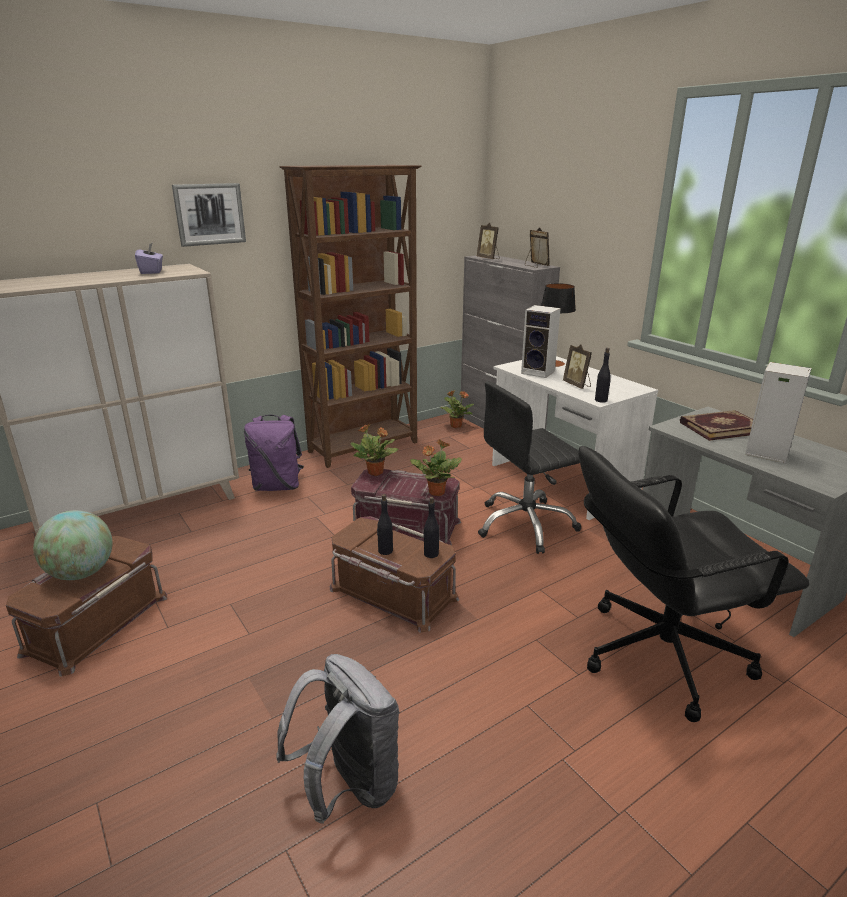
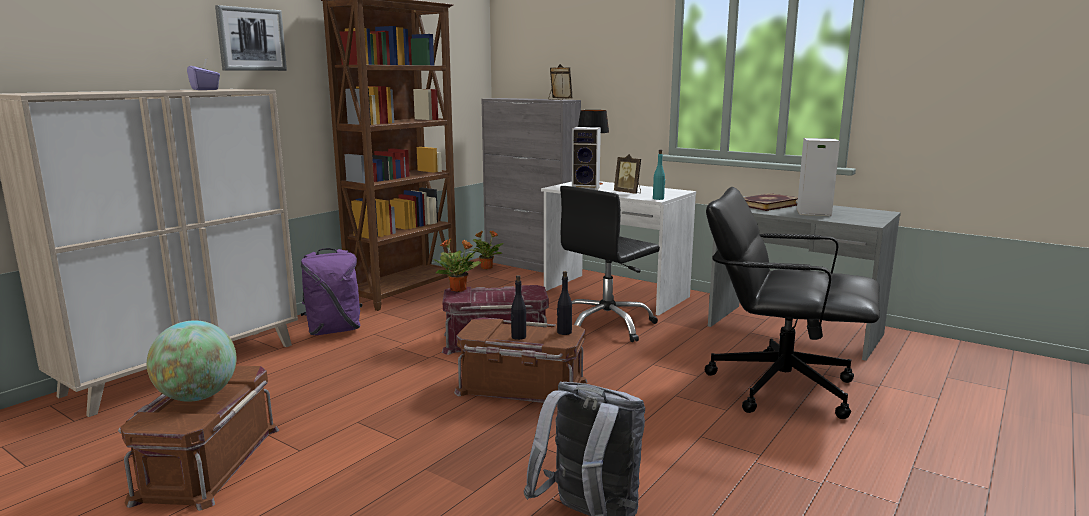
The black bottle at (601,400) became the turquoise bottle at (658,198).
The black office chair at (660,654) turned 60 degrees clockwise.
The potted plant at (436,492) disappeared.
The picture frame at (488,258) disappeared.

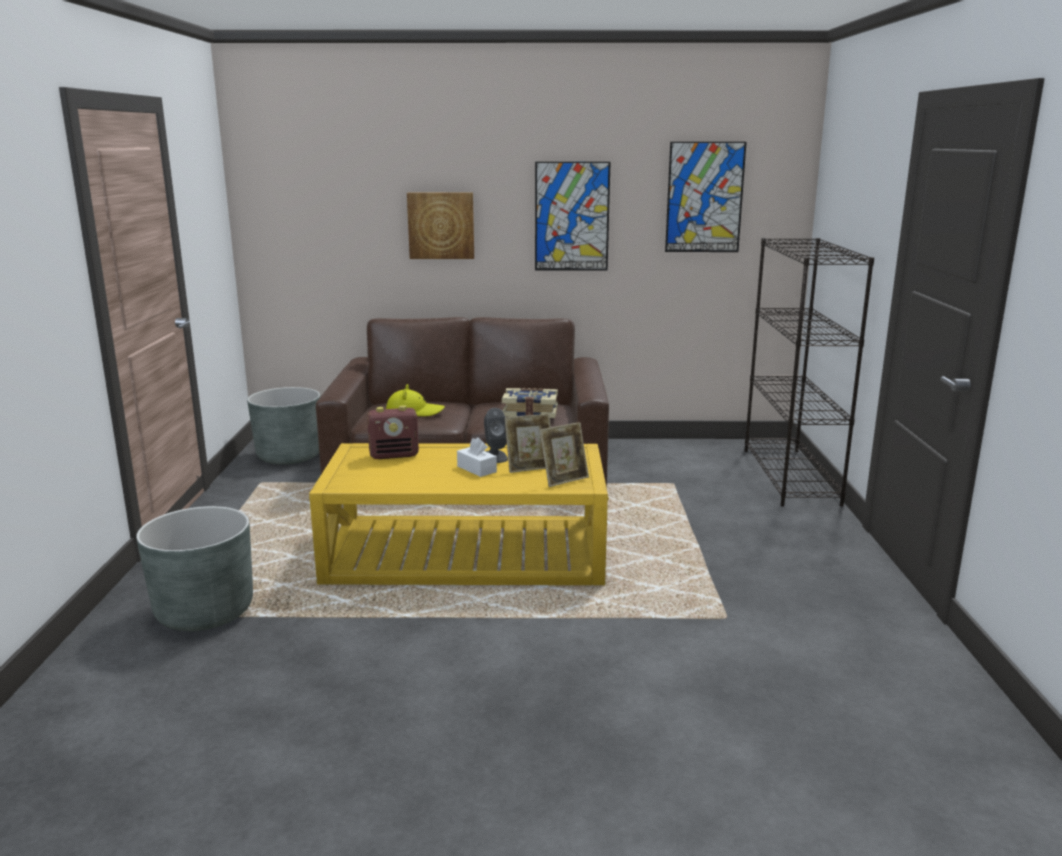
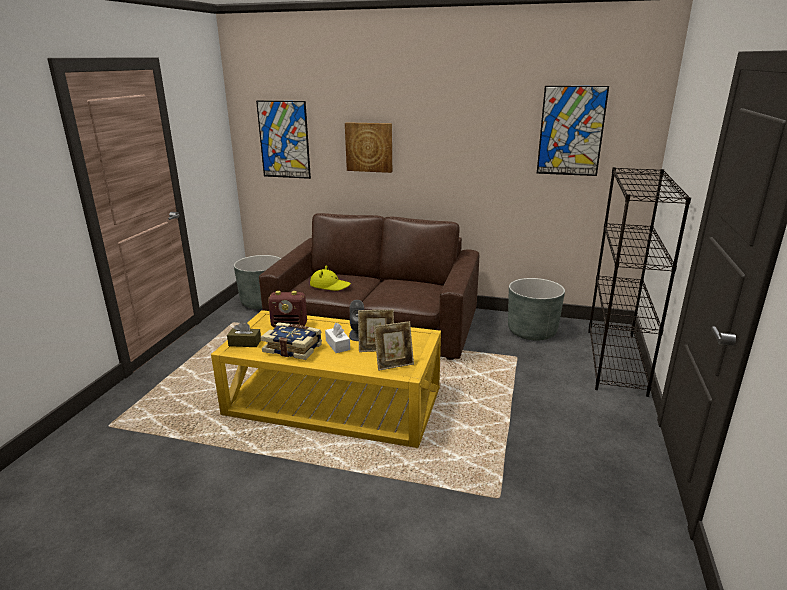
The brown tissue box at (245,343) appeared.
The picture moved from (571,216) to (284,140).
The book moved from (530,412) to (293,348).
The grey planter moved from (205,611) to (532,331).

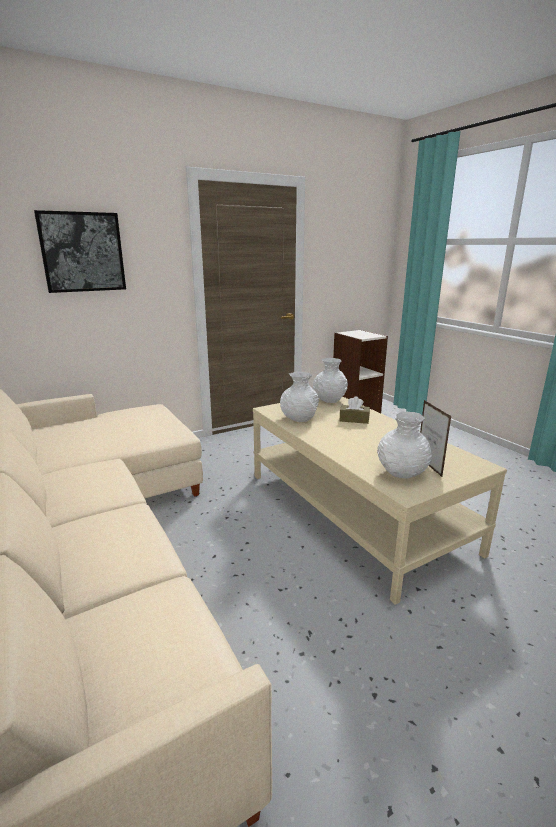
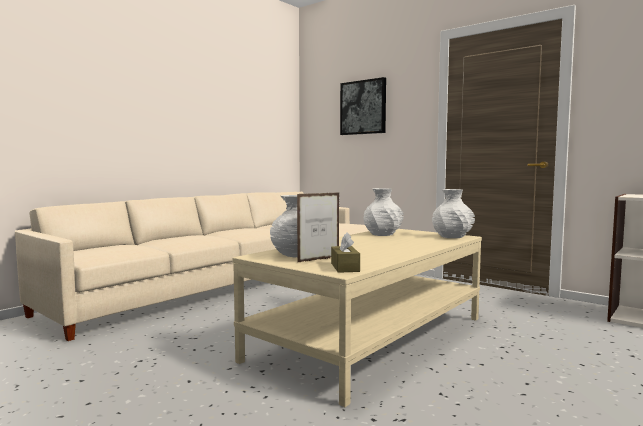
The brown tissue box moved from (354,419) to (345,267).

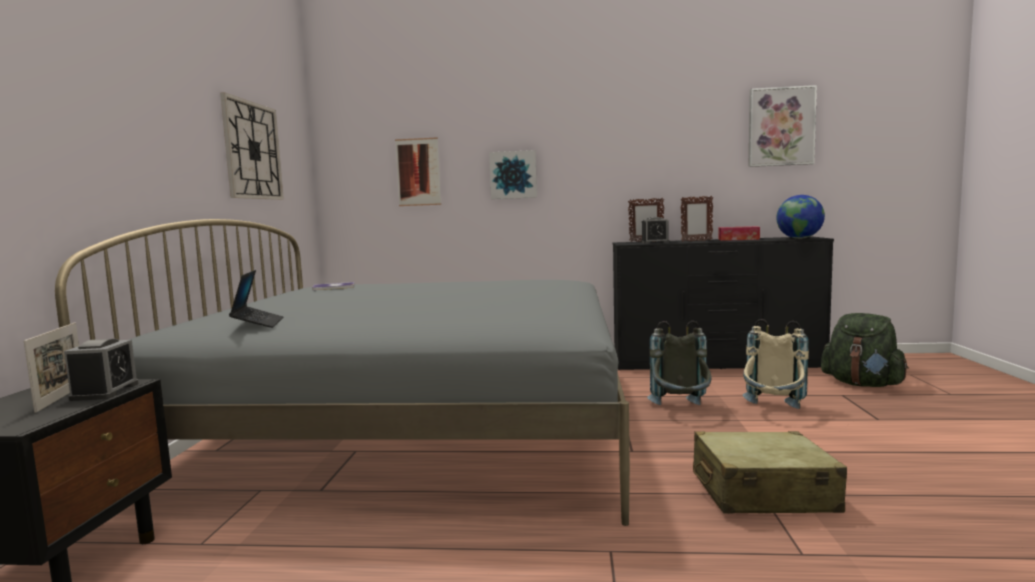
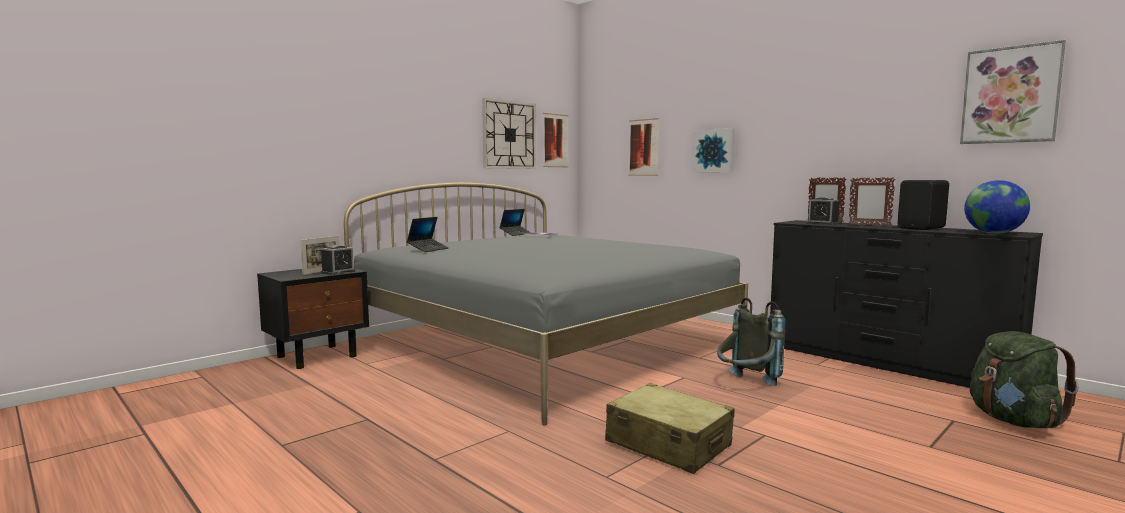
The laptop at (516,234) appeared.
The picture at (555,140) appeared.
The tissue box at (738,239) was replaced by the black speaker at (923,228).
The beige backpack at (773,411) disappeared.

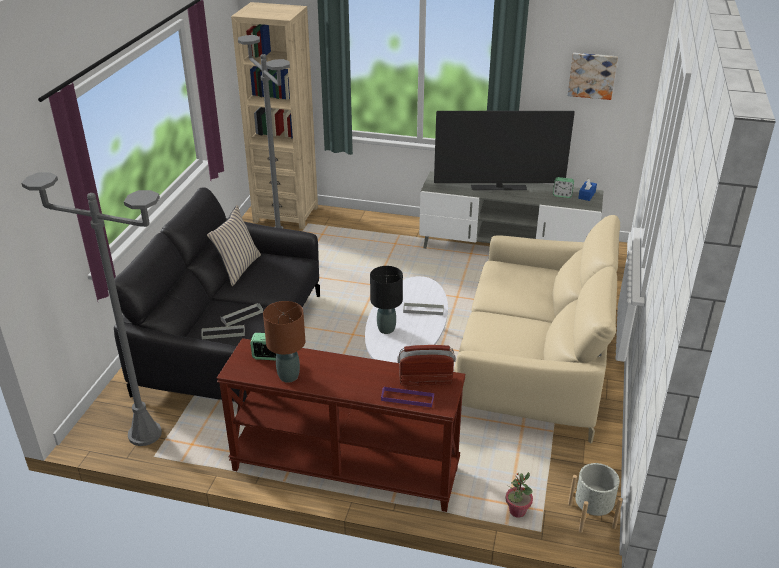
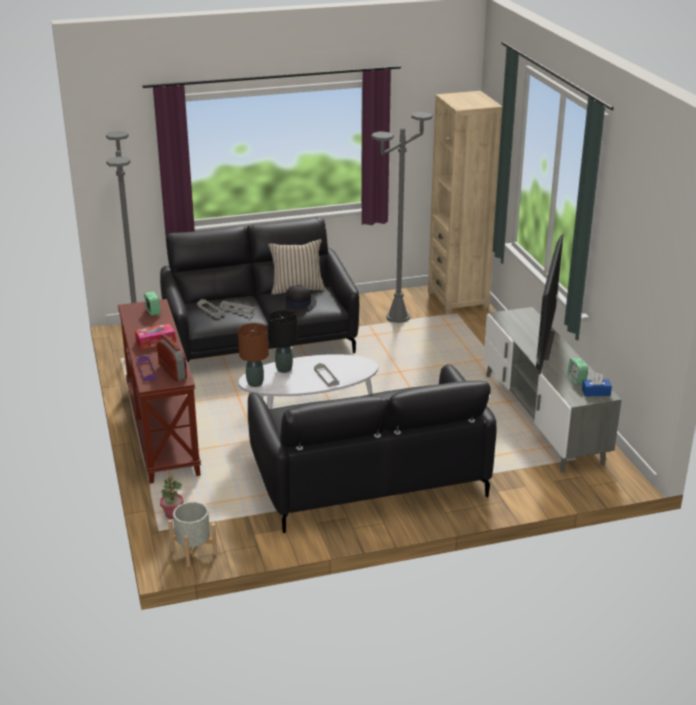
The tissue box at (155,341) appeared.
The brown table lamp moved from (288,376) to (255,383).
The beige sofa at (532,362) became the black sofa at (368,477).
The black hat at (298,302) appeared.
The television at (498,188) turned 135 degrees counterclockwise.
The picture at (592,75) disappeared.

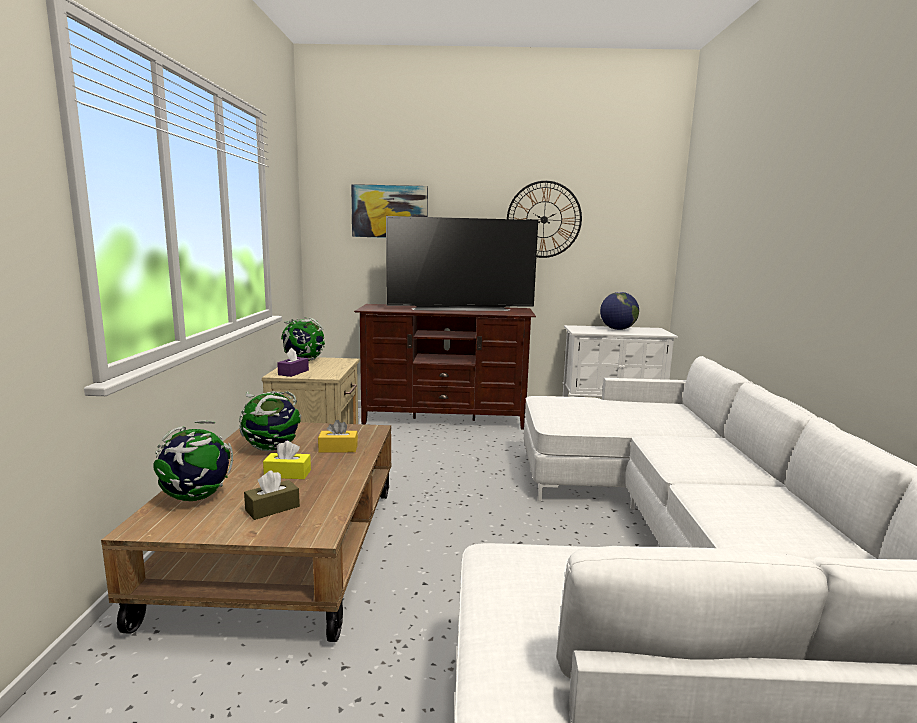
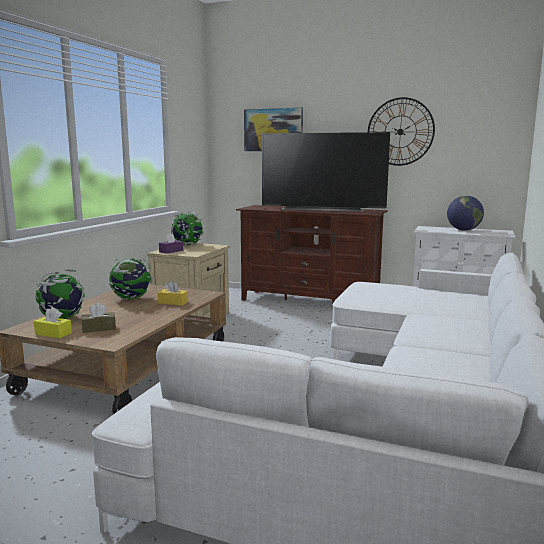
The yellow tissue box moved from (287,474) to (53,333).

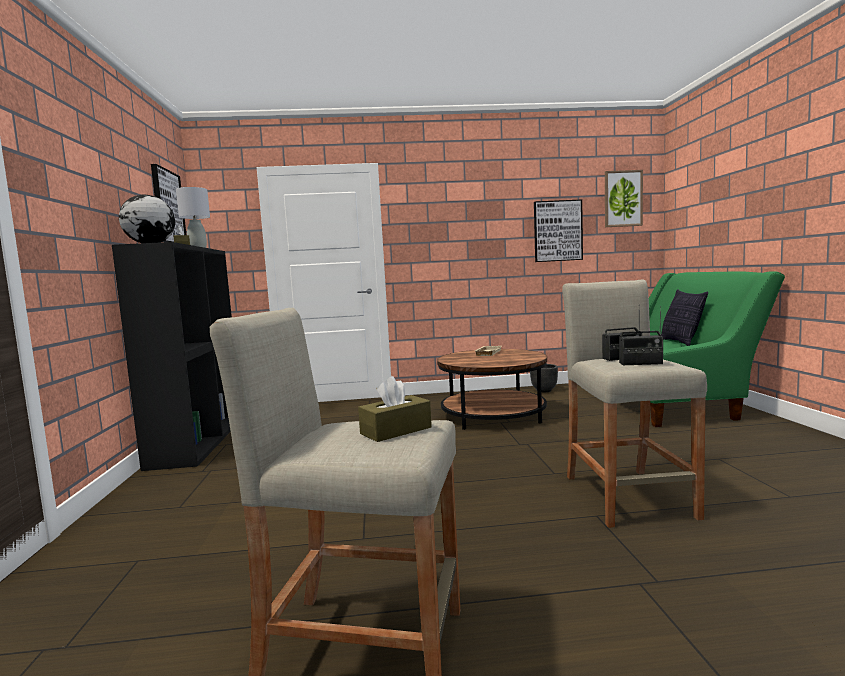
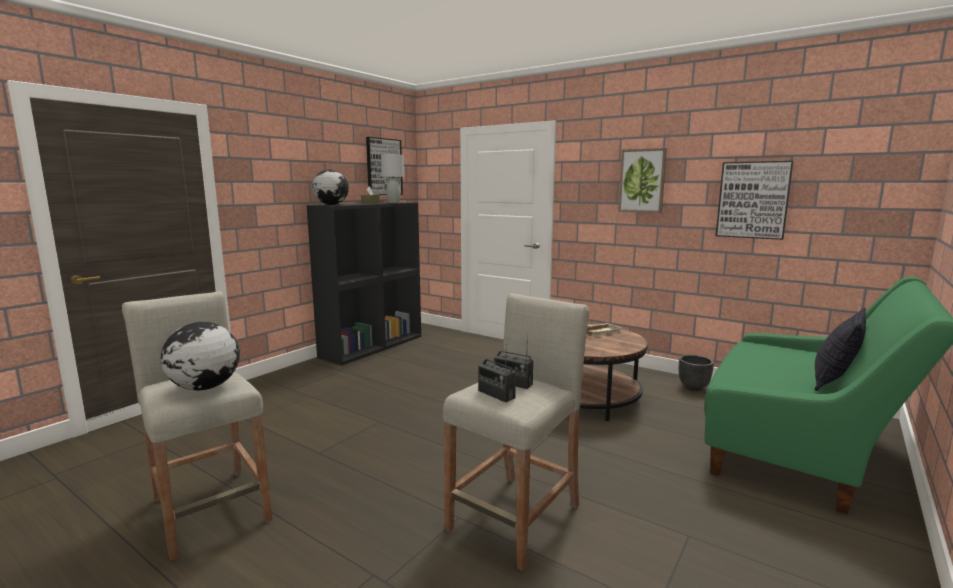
The brown tissue box at (396,430) was replaced by the globe at (204,388).
The picture moved from (623,199) to (642,180).

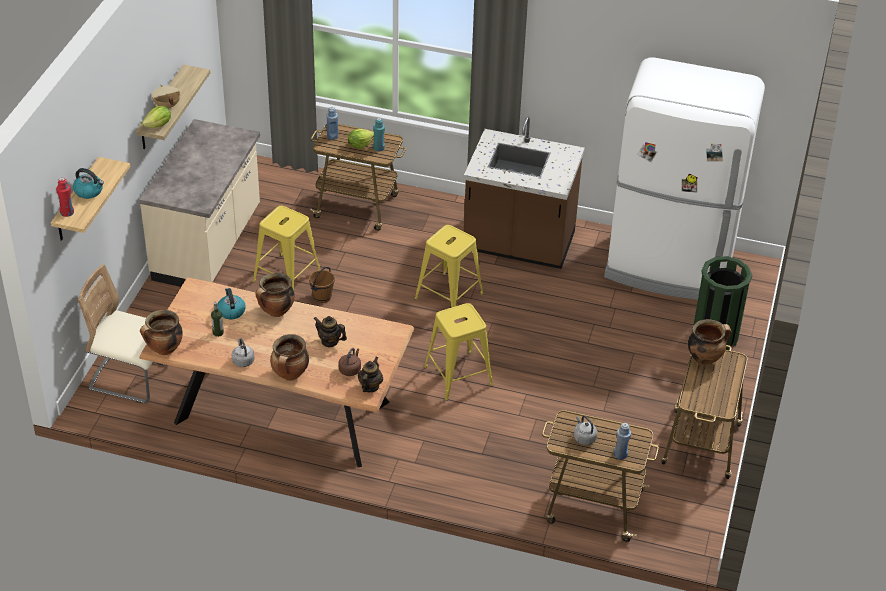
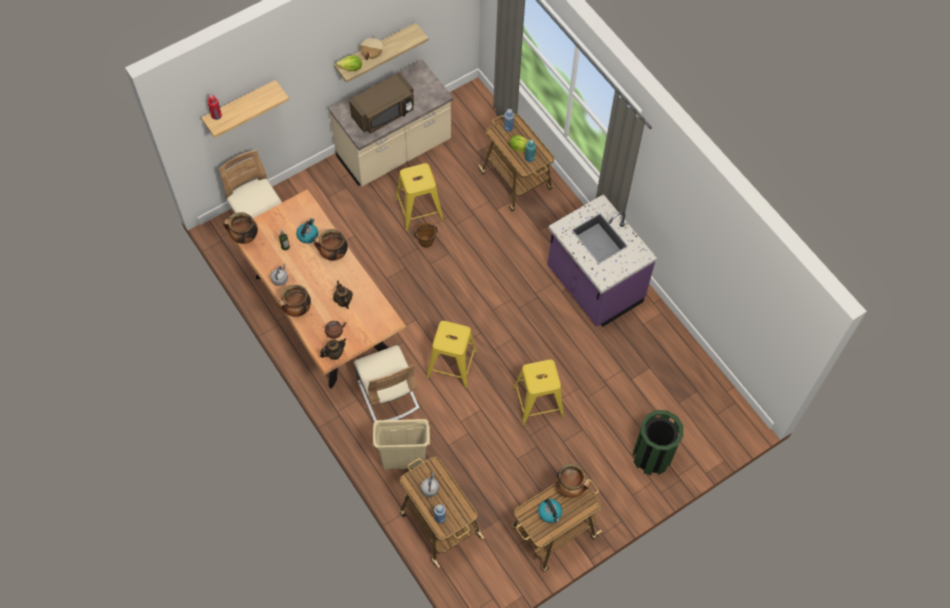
The brown microwave at (384,113) appeared.
The beige chair at (388,394) appeared.
The beige trash can at (403,461) appeared.
The yellow stool moved from (449,296) to (538,402).
The kettle moved from (89,191) to (550,513).
The brown counter at (518,244) became the purple counter at (593,286).
The white fridge at (670,267) disappeared.

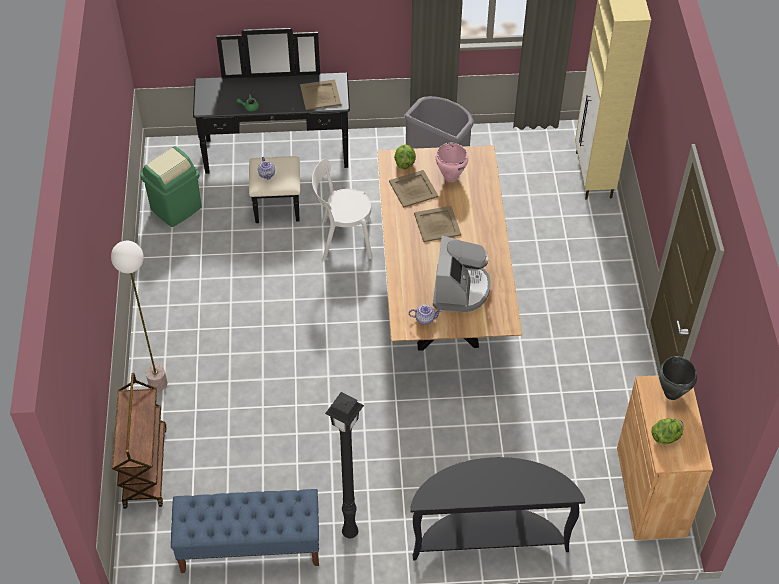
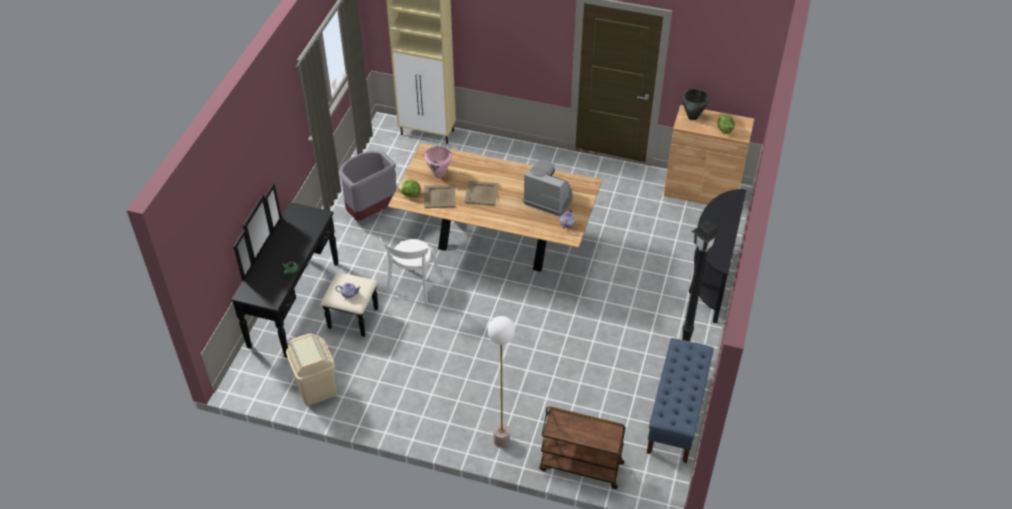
The green trash can at (176,208) became the beige trash can at (315,387).
The beige tray at (320,95) disappeared.

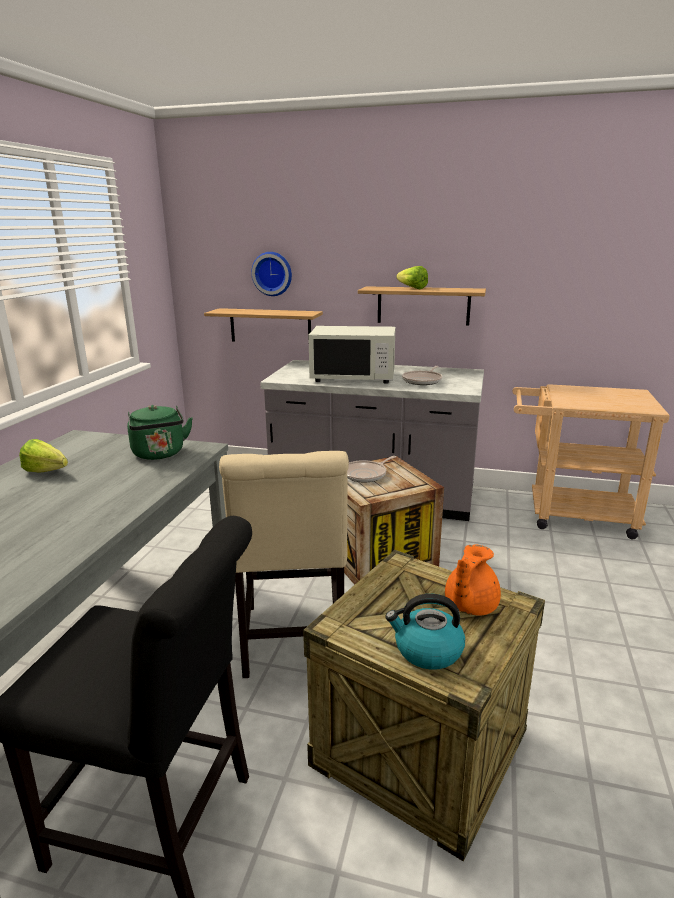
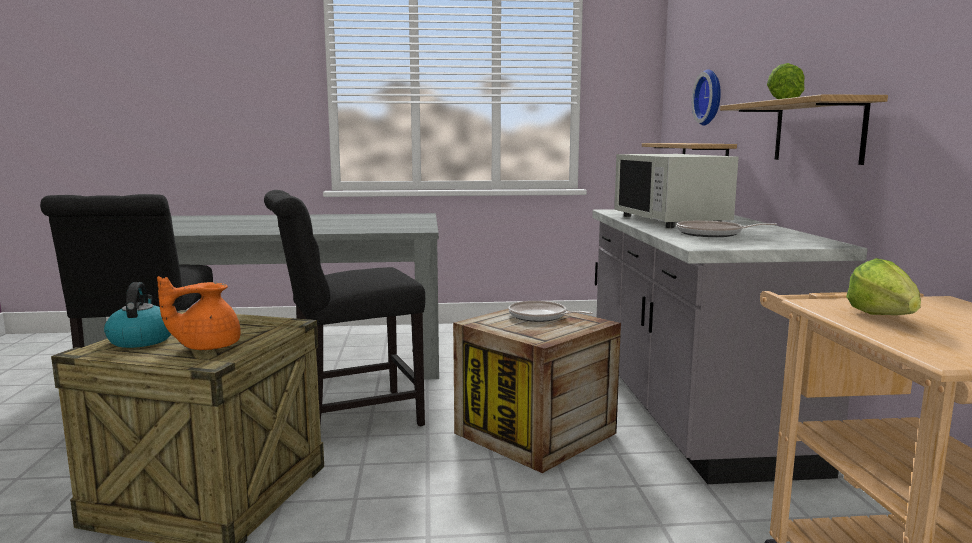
The orange teapot at (469,605) turned 45 degrees counterclockwise.
The beige chair at (293,643) became the black chair at (349,417).
The lettuce moved from (48,473) to (885,320).
The green kettle at (160,454) disappeared.

